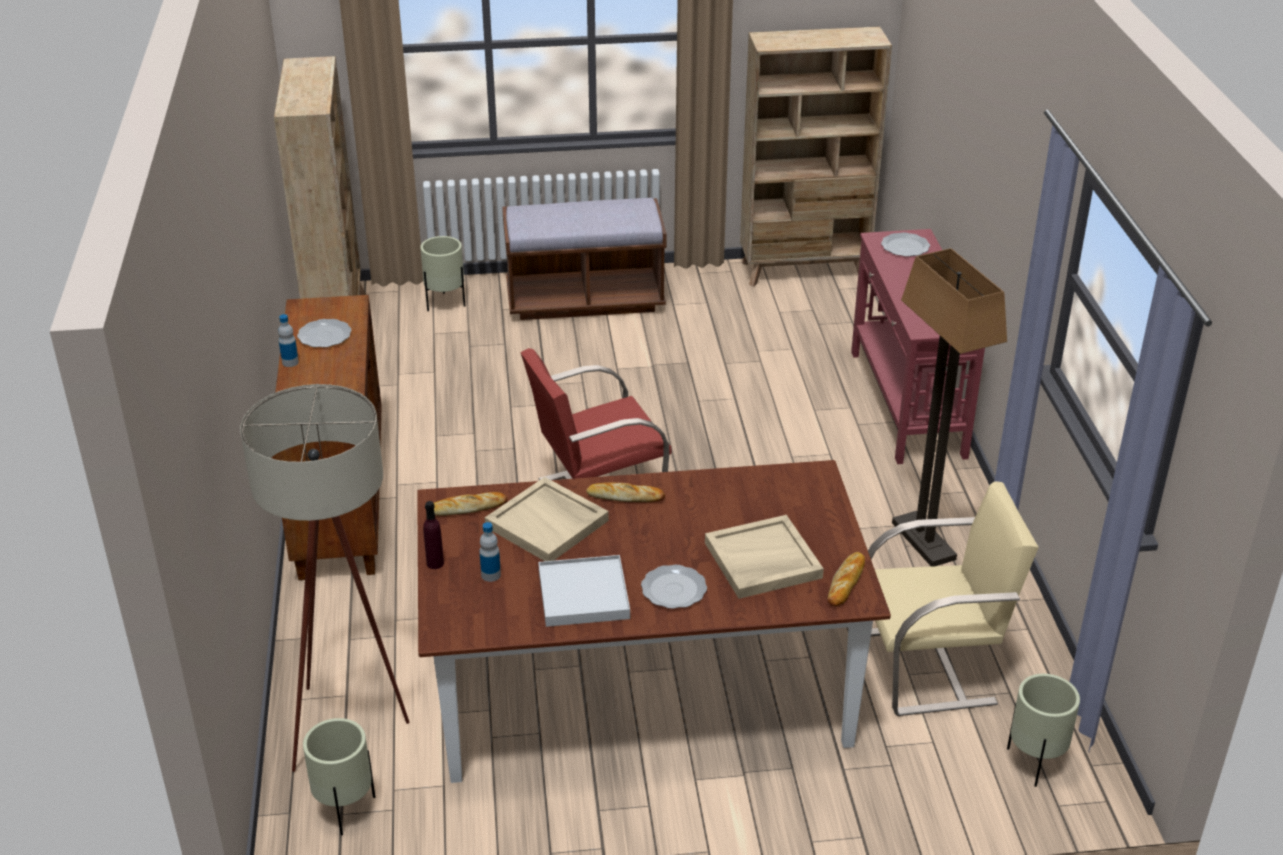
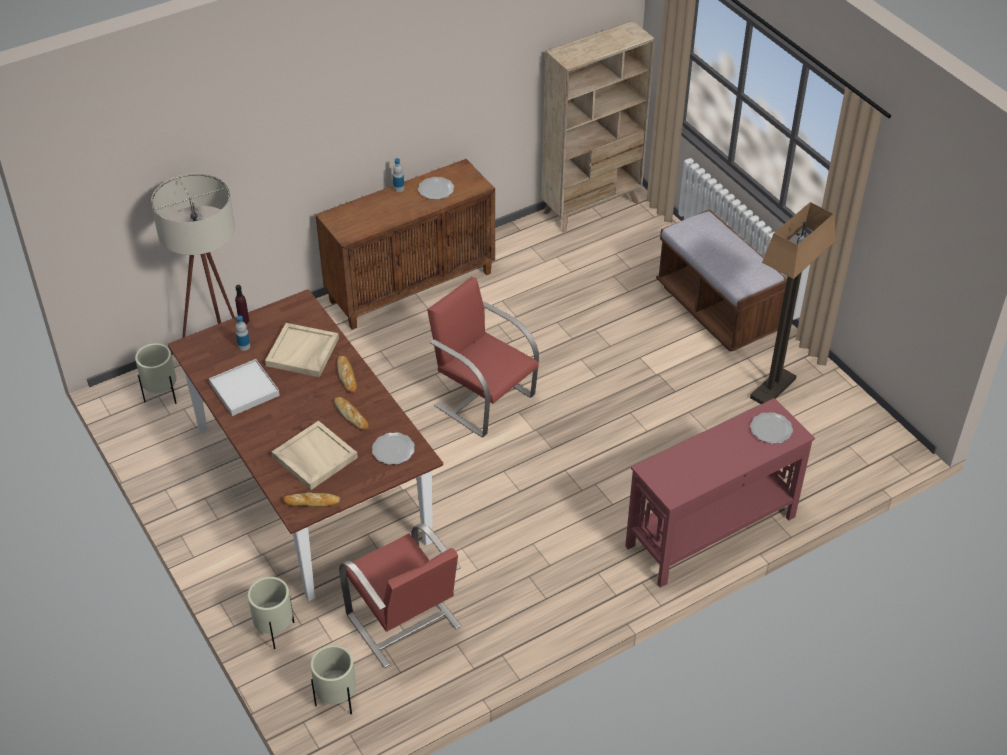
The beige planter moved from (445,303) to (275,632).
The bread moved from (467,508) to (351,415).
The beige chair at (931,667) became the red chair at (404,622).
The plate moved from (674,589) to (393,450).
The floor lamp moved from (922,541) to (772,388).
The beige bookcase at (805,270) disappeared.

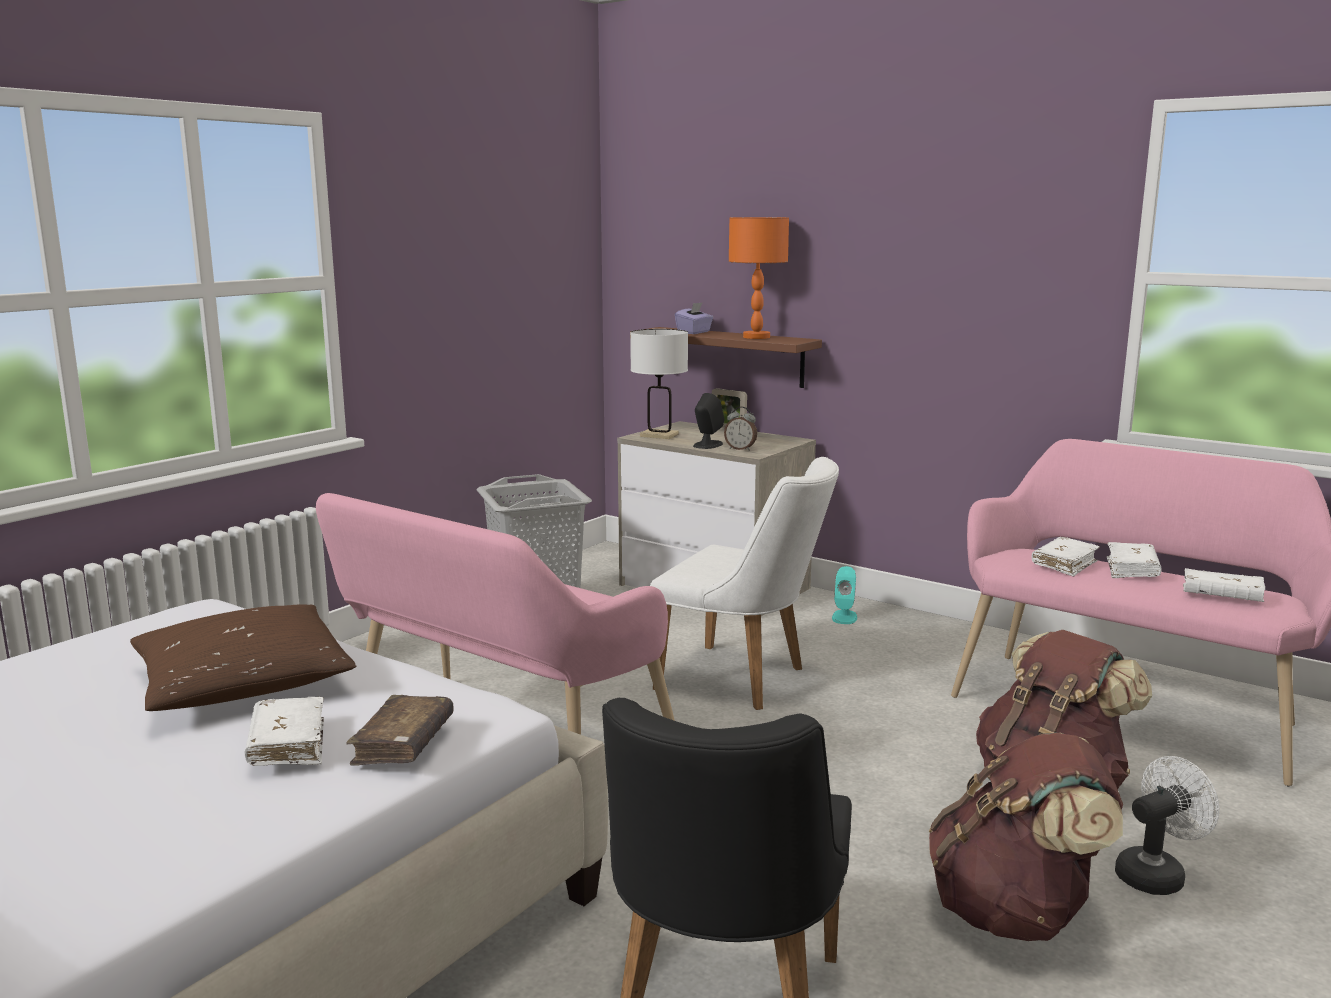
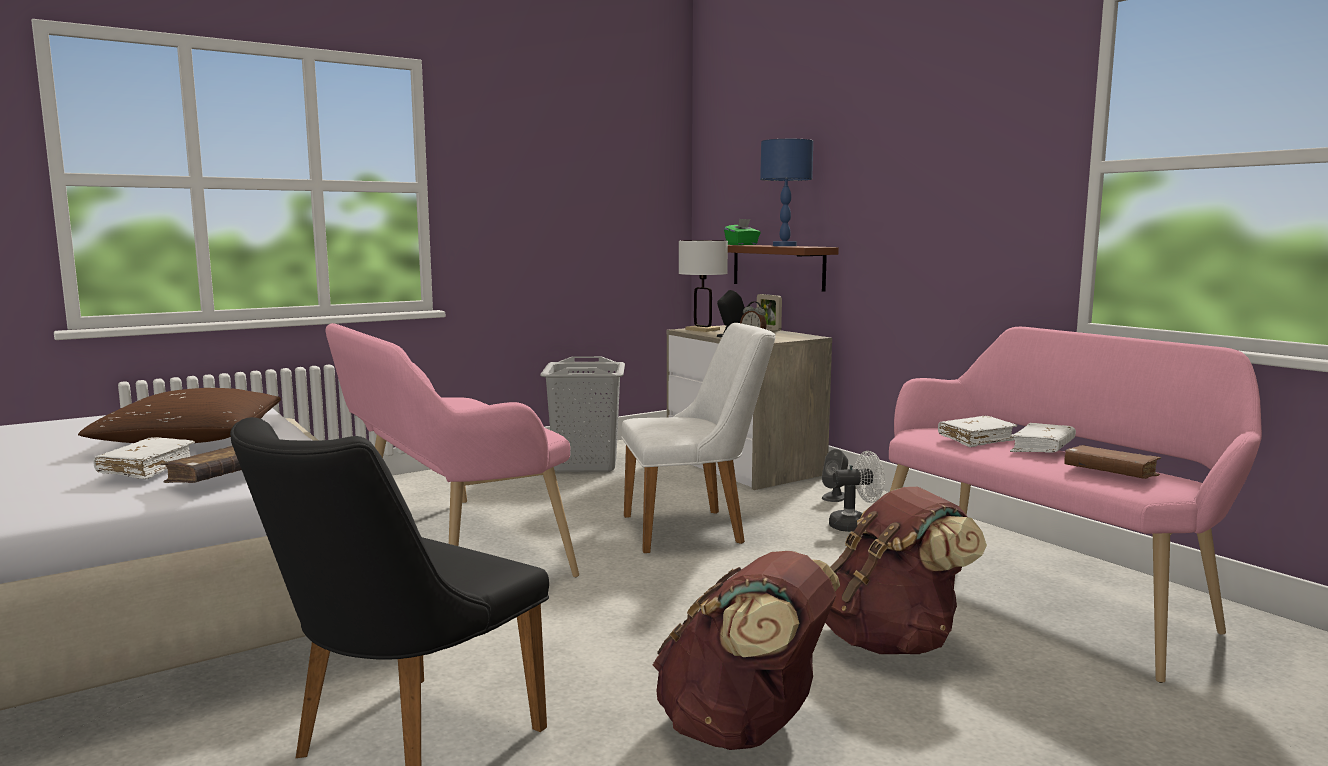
The white chair at (744,680) turned 60 degrees counterclockwise.
The purple tissue box at (694,332) became the green tissue box at (742,244).
The orange table lamp at (756,337) became the blue table lamp at (784,246).
The turquoise speaker at (844,617) became the grey speaker at (835,497).
The white fan moved from (1156,874) to (855,525).
The white book at (1221,596) became the brown book at (1110,473).

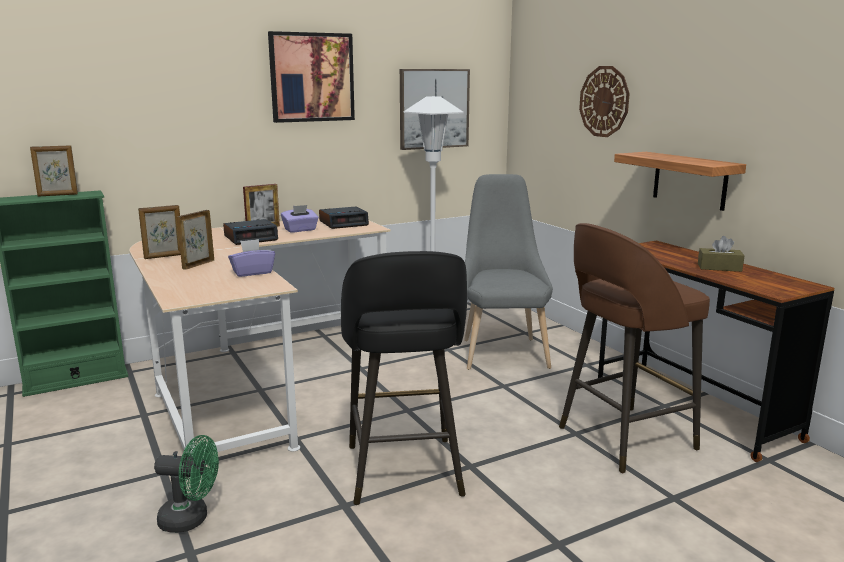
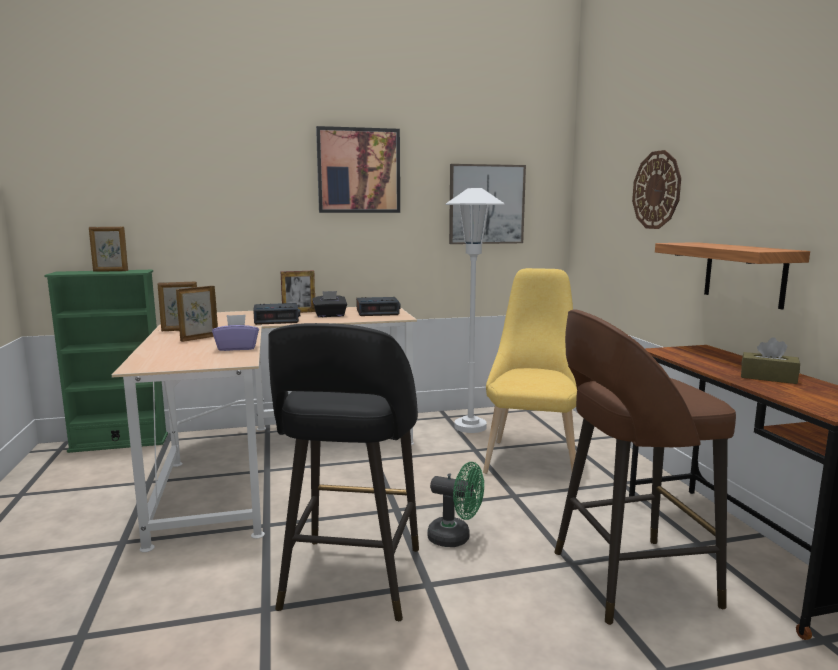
The purple tissue box at (300,230) became the black tissue box at (330,315).
The green fan moved from (191,519) to (456,538).
The grey chair at (502,351) became the yellow chair at (532,457).

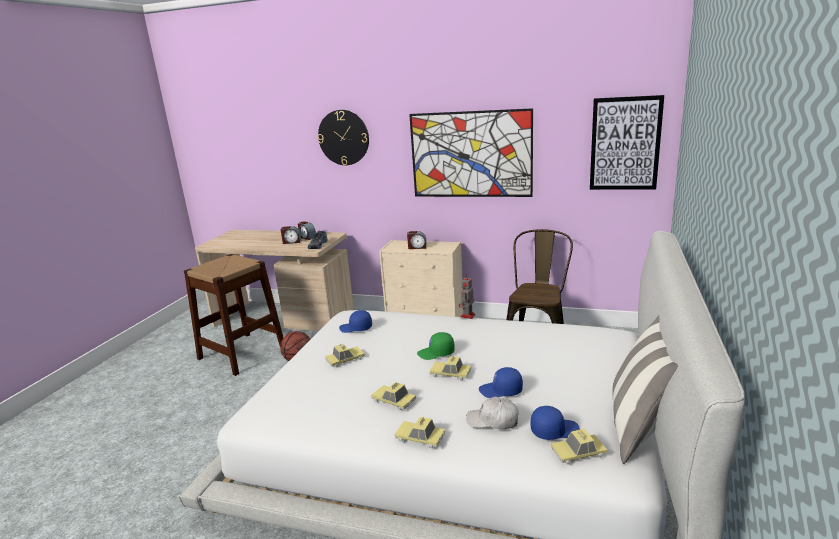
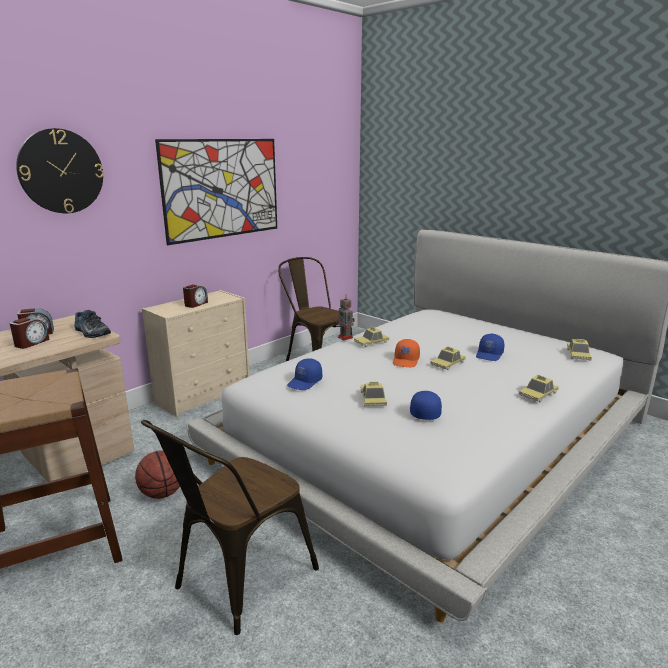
The brown chair at (237,582) appeared.
The toy car moved from (393,400) to (371,342).
The green cap at (436,353) became the orange cap at (406,361).
The blue cap moved from (554,430) to (425,412).
The white cap at (493,421) disappeared.
The picture at (625,144) disappeared.
The pillow at (640,428) disappeared.

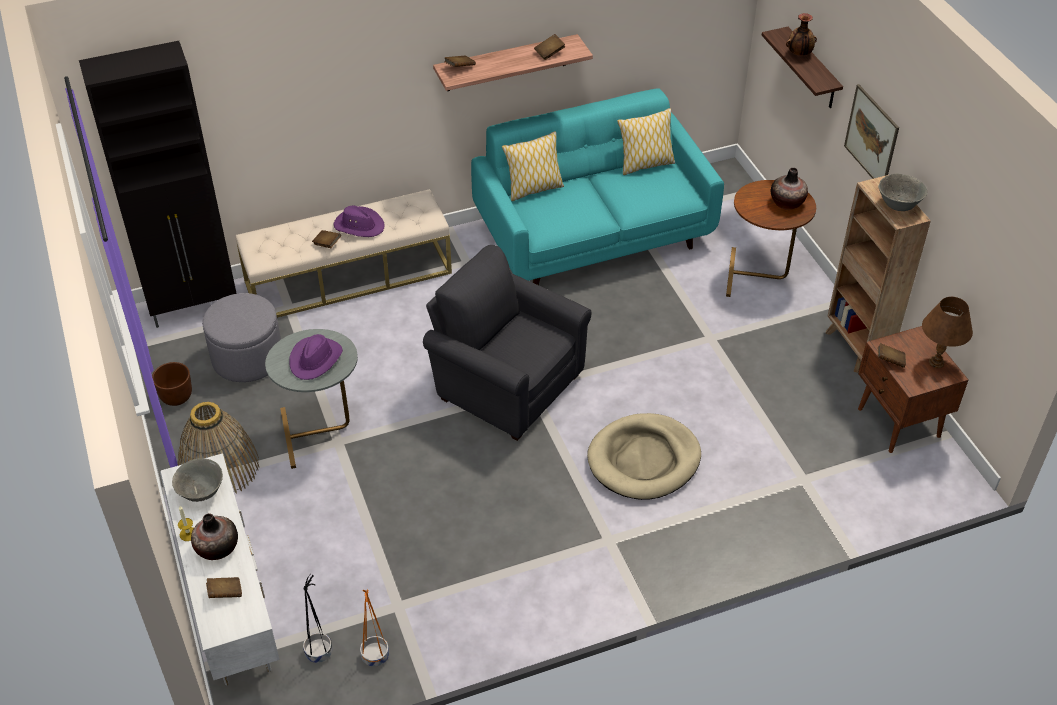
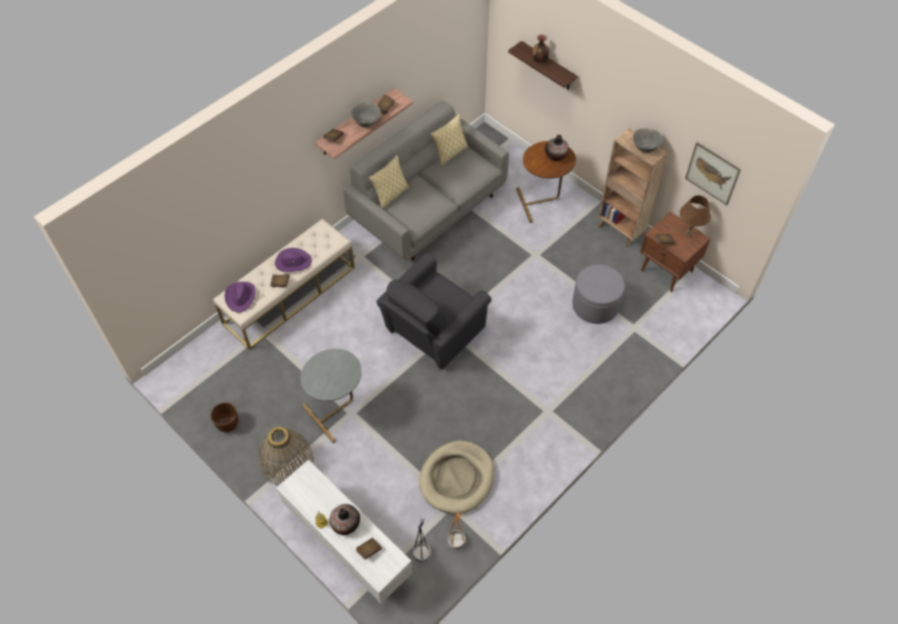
The purple hat moved from (315,359) to (240,297).
The turquoise sofa at (594,235) became the grey sofa at (429,208).
The grey bowl moved from (201,493) to (367,123).
The grey armchair at (505,384) turned 60 degrees counterclockwise.
The beige dog bed moved from (644,460) to (457,478).
The grey ottoman moved from (247,358) to (595,305).
The picture moved from (871,136) to (712,173).
The black cabinet at (195,306) disappeared.

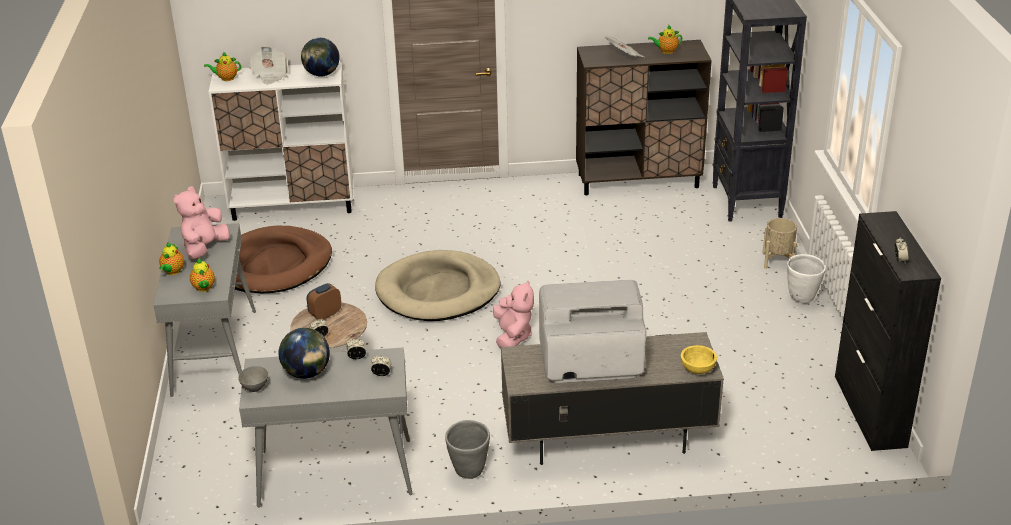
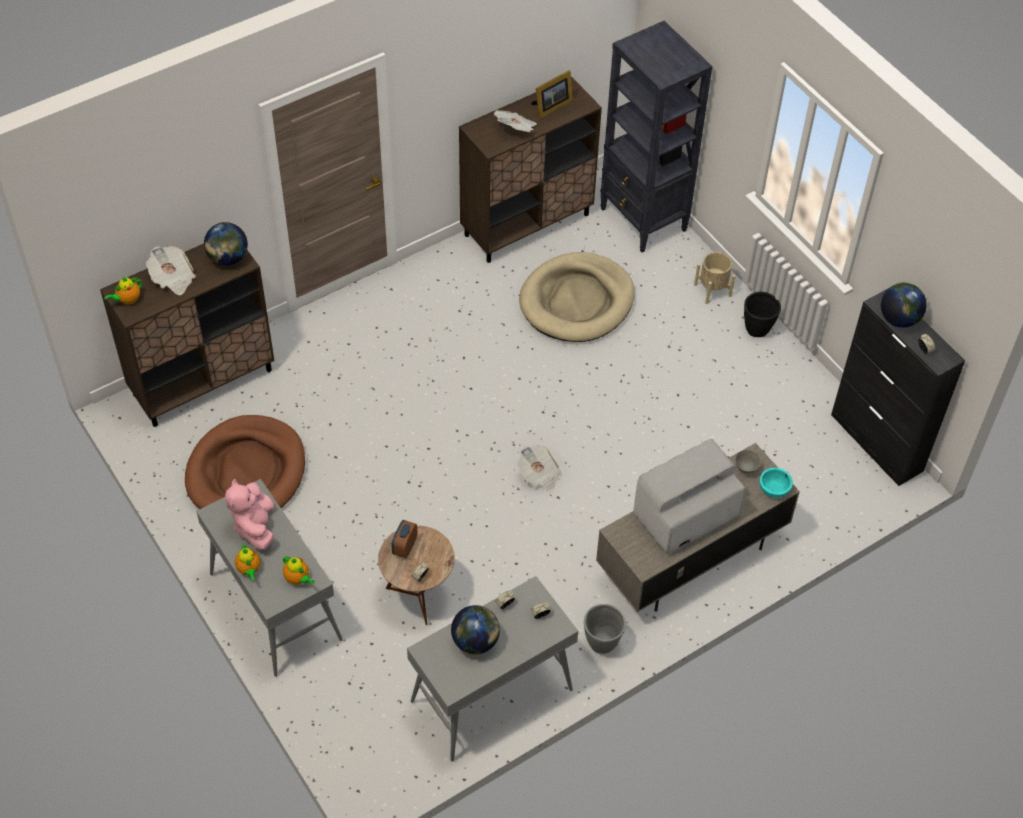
The white cabinet at (293,205) became the brown cabinet at (203,382).
The pink plush toy at (512,337) was replaced by the newspaper at (539,475).
The beige dog bed moved from (438,291) to (577,301).
The teapot at (666,51) was replaced by the picture frame at (551,107).
The grey bowl moved from (255,388) to (746,469).
The white planter at (802,298) became the black planter at (757,330).
The yellow bowl at (697,369) became the turquoise bowl at (774,489).
The globe at (899,319) appeared.

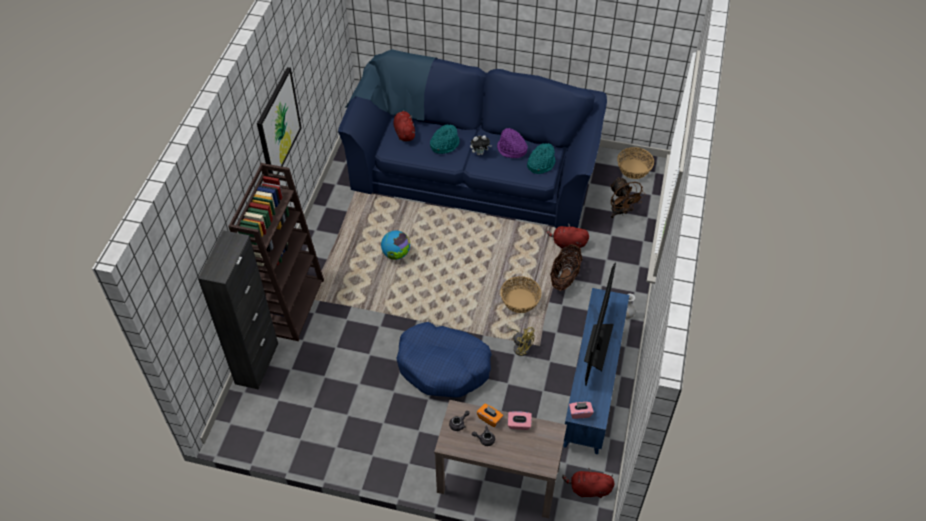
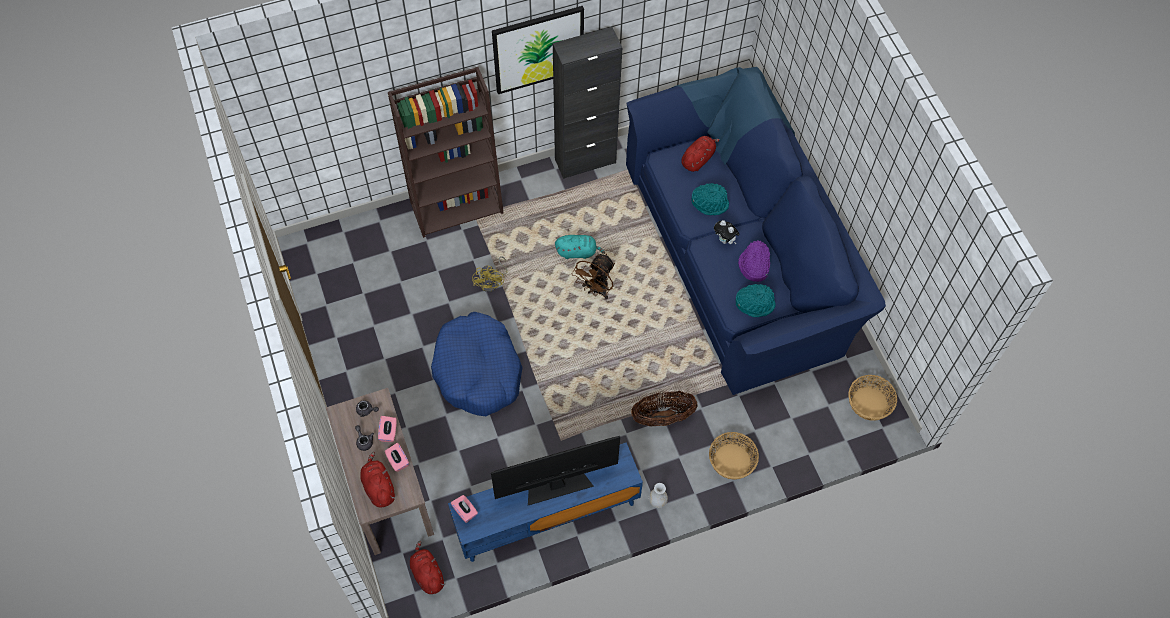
The red plush toy moved from (568,243) to (378,487).
The orange tissue box at (489,418) became the pink tissue box at (388,432).
The yellow fan moved from (520,346) to (492,282).
The black cabinet moved from (257,363) to (585,161).
The globe at (396,254) was replaced by the turquoise plush toy at (578,252).
The brown fan moved from (620,212) to (596,290).
The basket moved from (520,301) to (732,461).

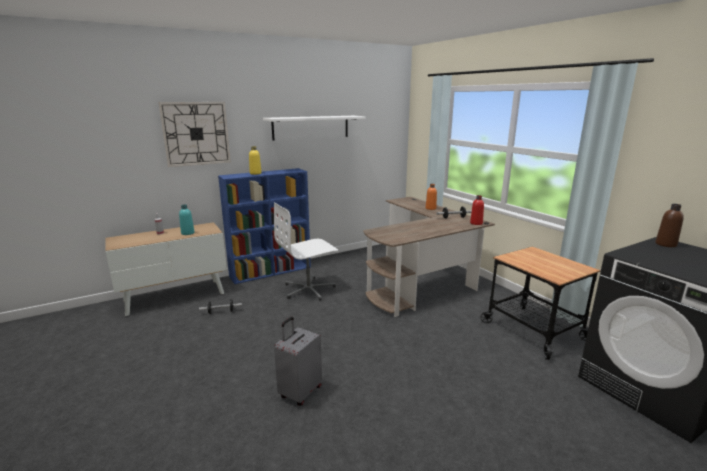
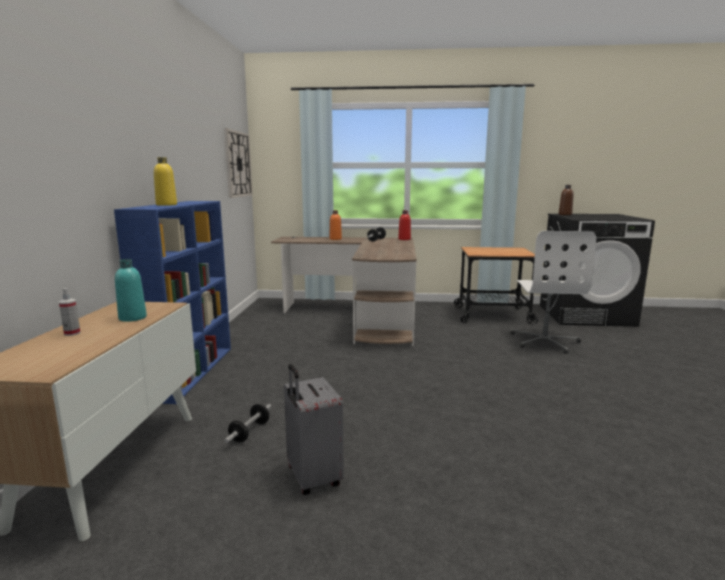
The wall clock moved from (196,133) to (238,164).
The grey suitcase moved from (300,392) to (312,477).
The white office chair moved from (309,289) to (545,341).
The white shelf at (311,127) disappeared.

